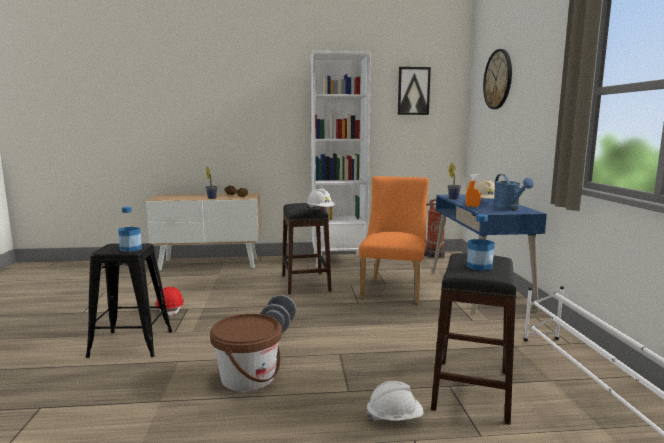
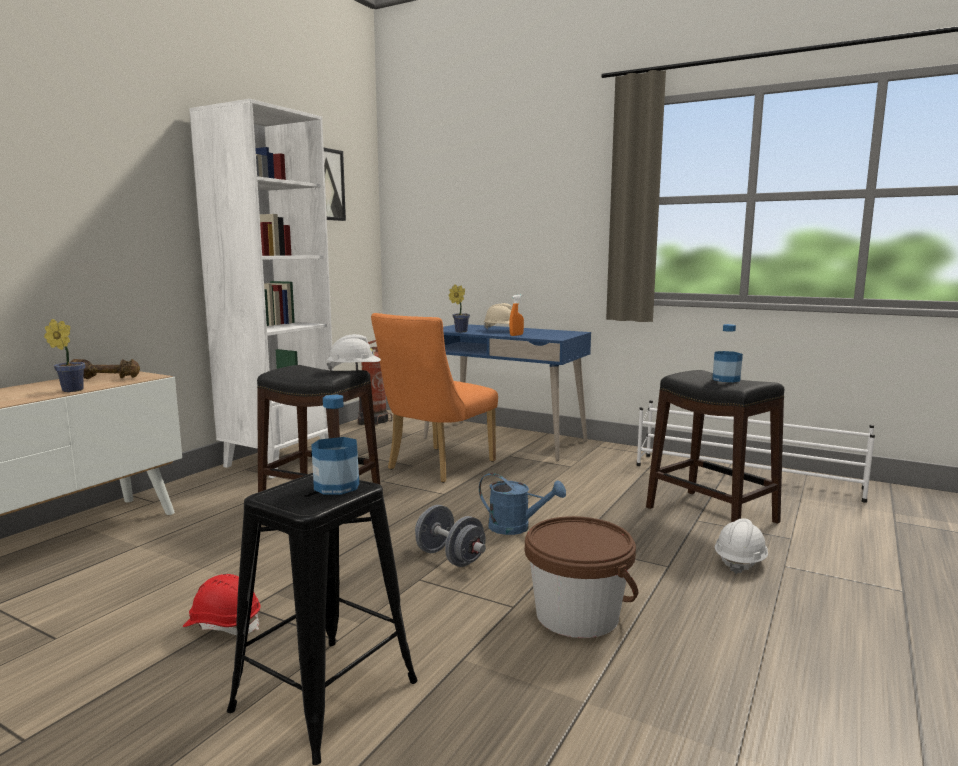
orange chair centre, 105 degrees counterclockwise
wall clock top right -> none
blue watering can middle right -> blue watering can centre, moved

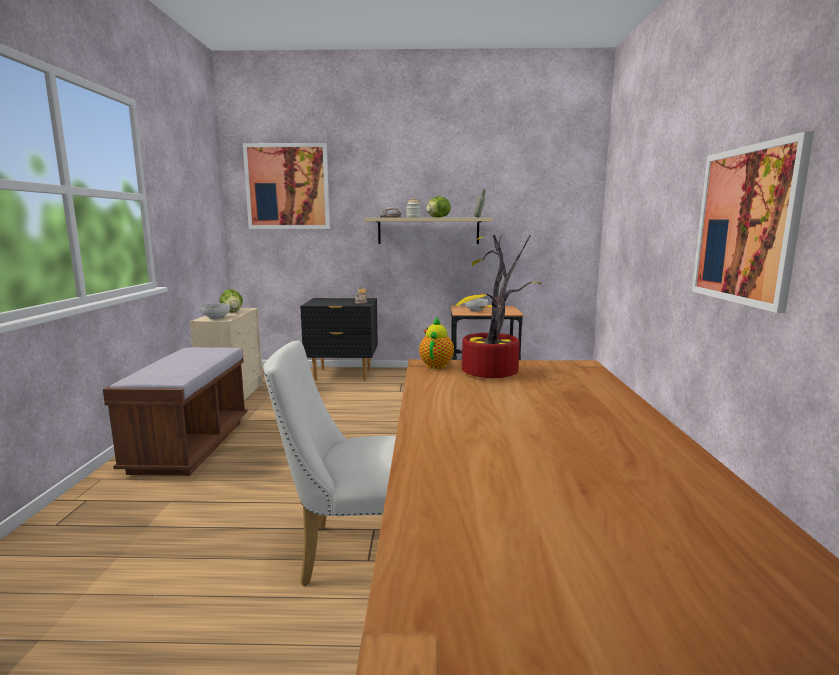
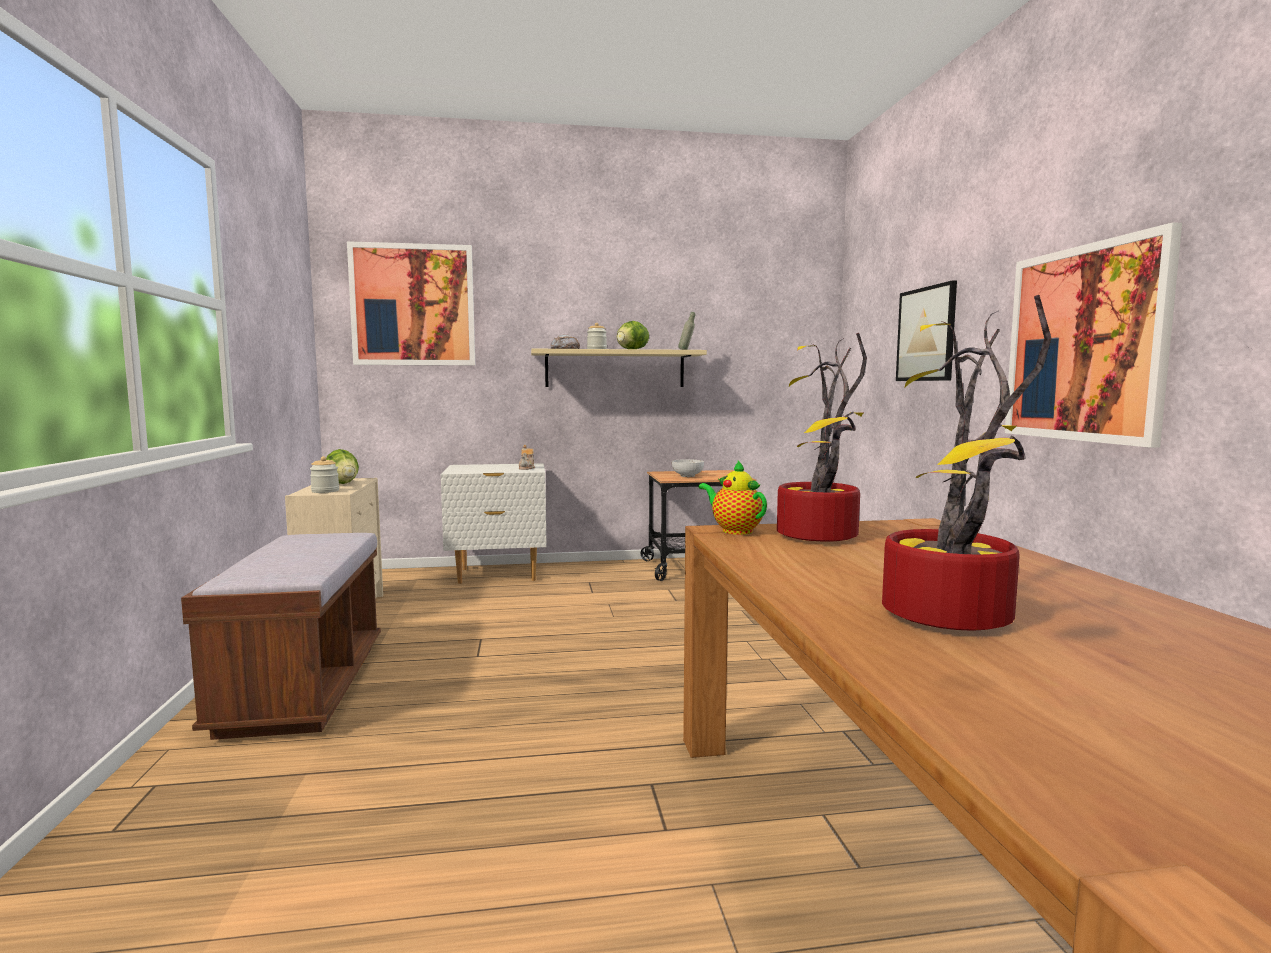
bowl (1st from left) middle left -> jar (1st from left) middle left
white chair bottom centre -> none
black nightstand centre -> white nightstand centre
teapot (2nd from left) centre, 45 degrees counterclockwise
none -> potted plant (2nd from left) middle right
none -> picture (2nd from left) middle right

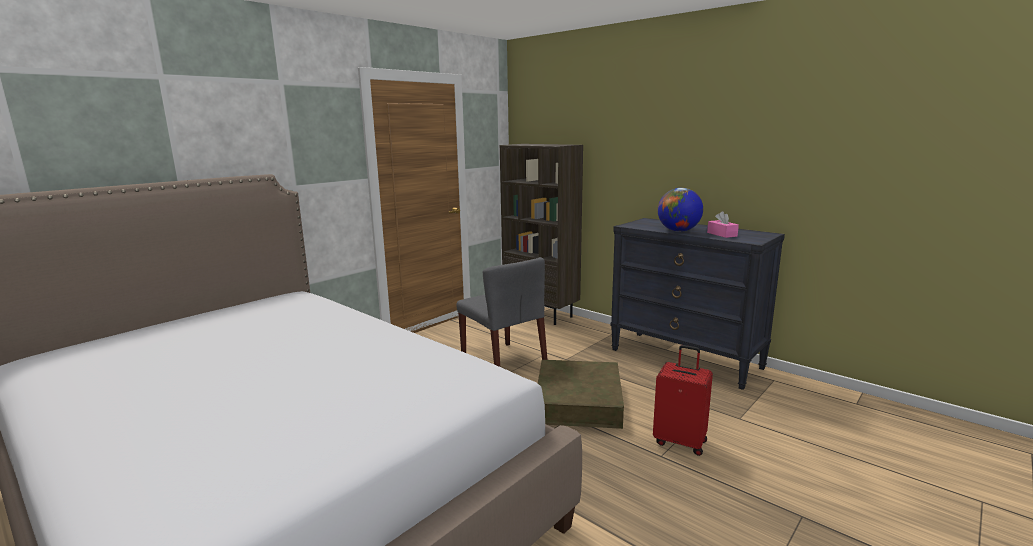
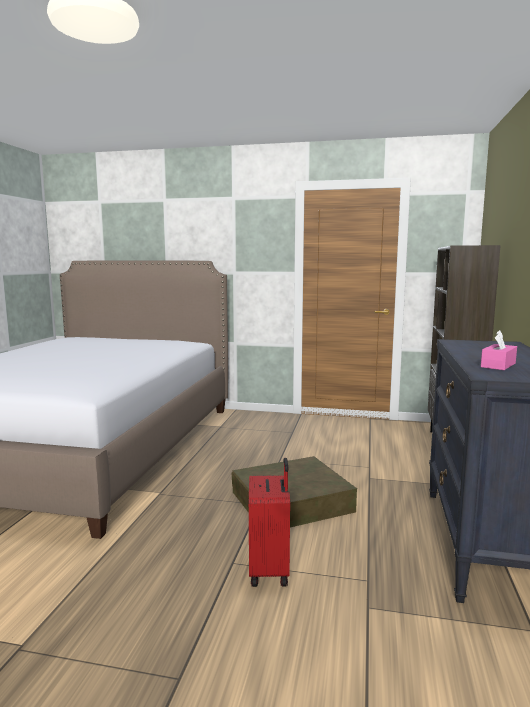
grey chair centre -> none
globe centre -> none

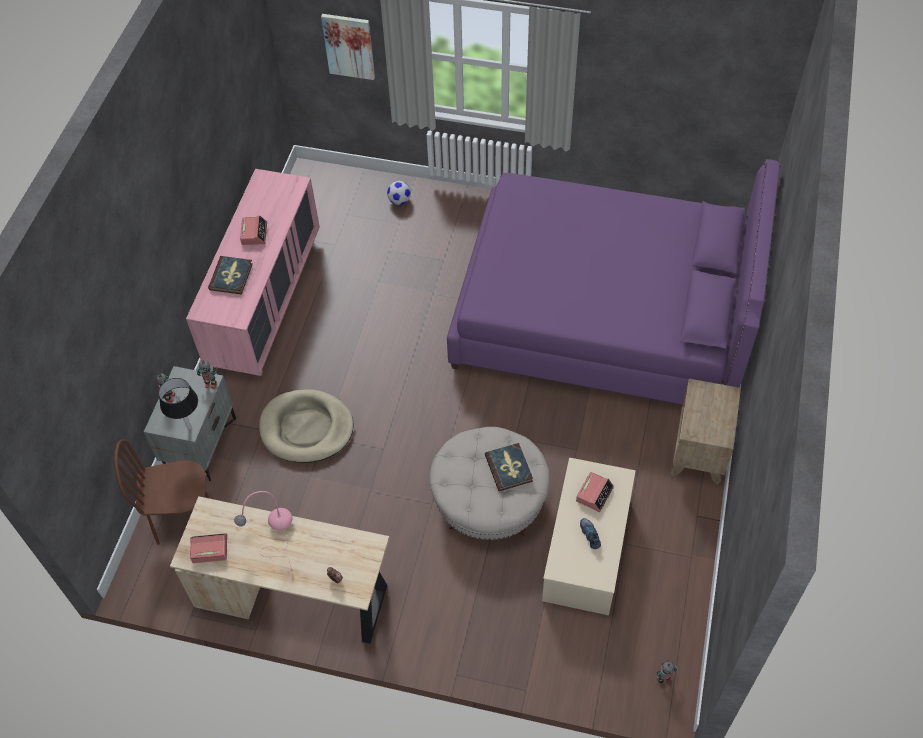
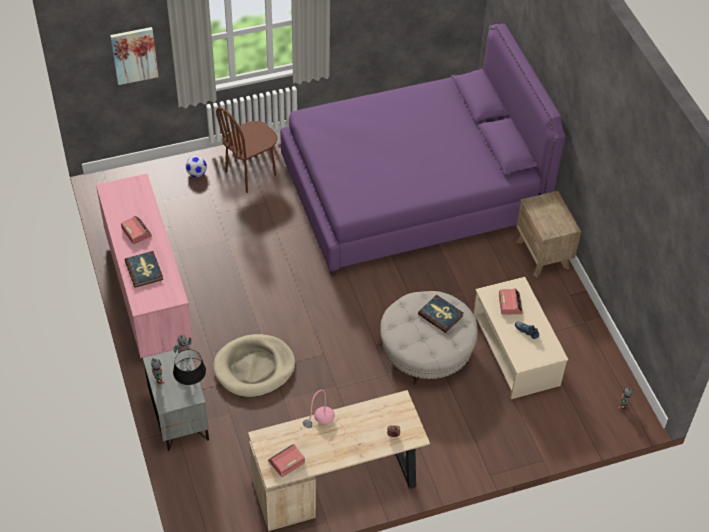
brown chair bottom left -> brown chair top centre, moved

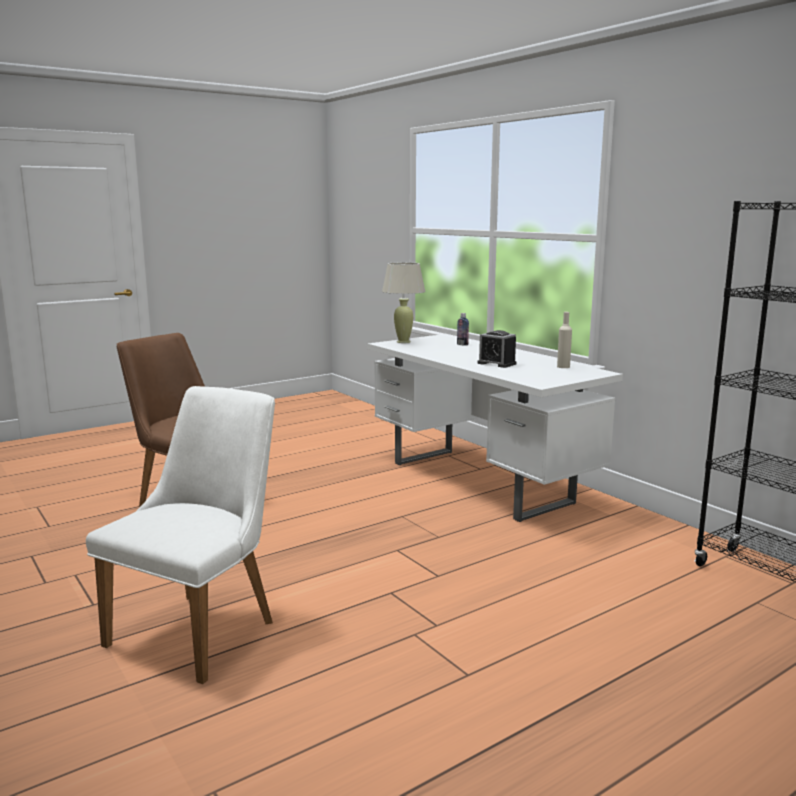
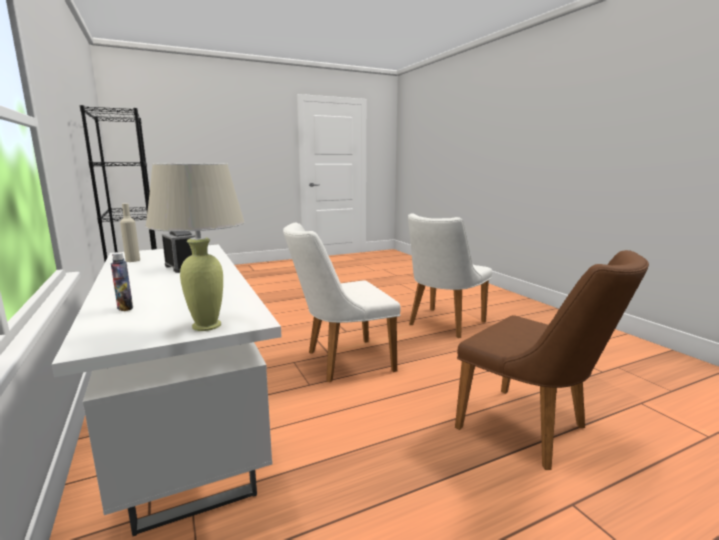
none -> white chair (1st from left) centre

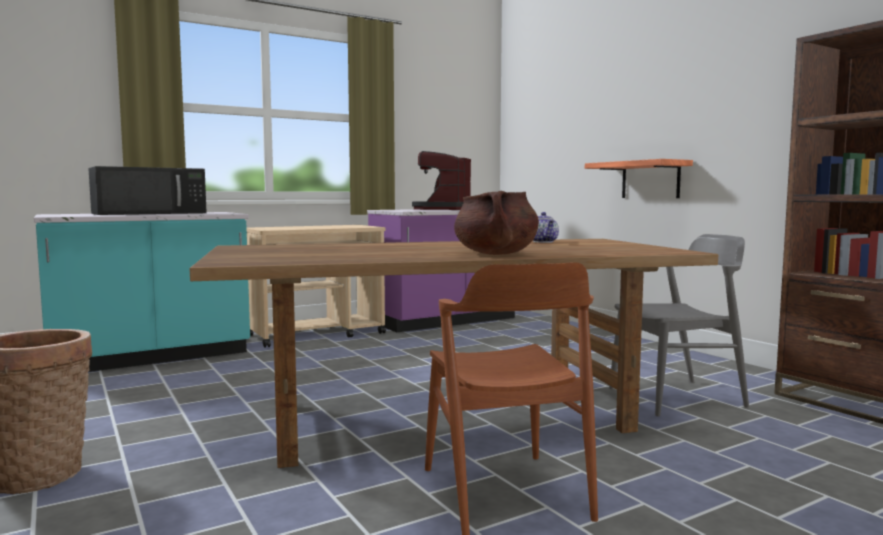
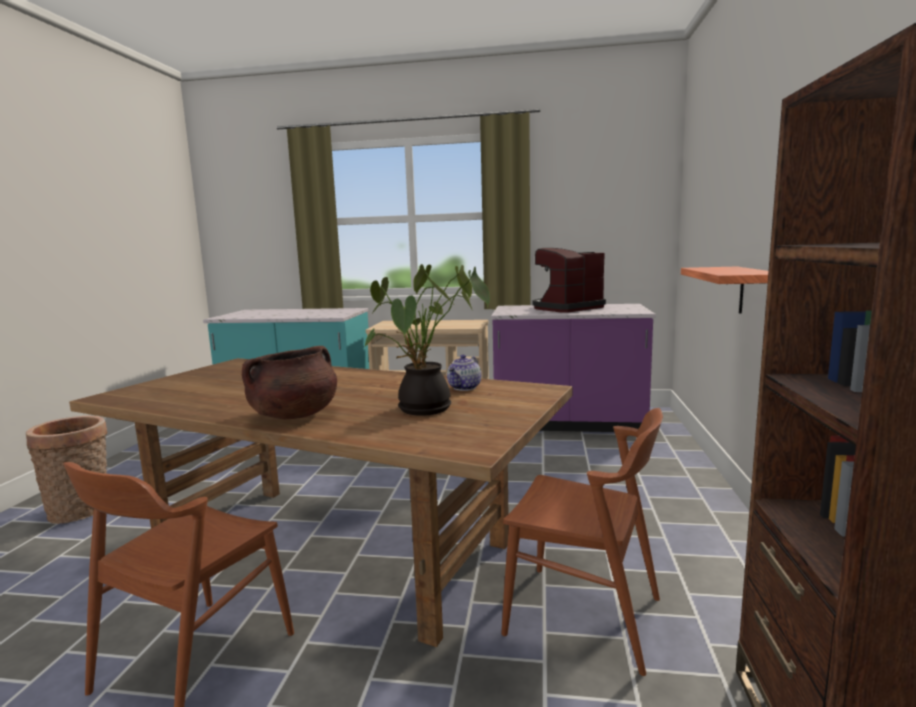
black microwave middle left -> none
grey chair middle right -> brown chair (2nd from left) bottom centre
none -> potted plant centre

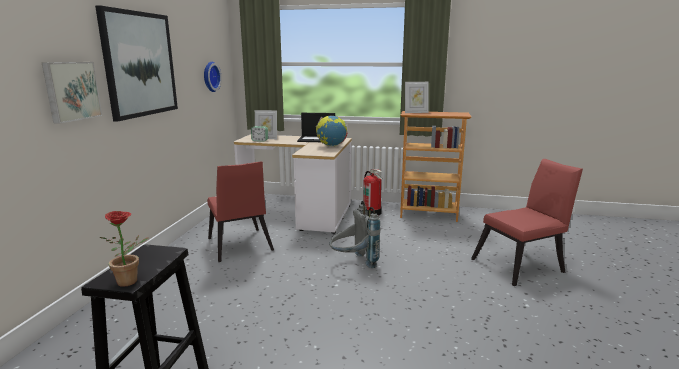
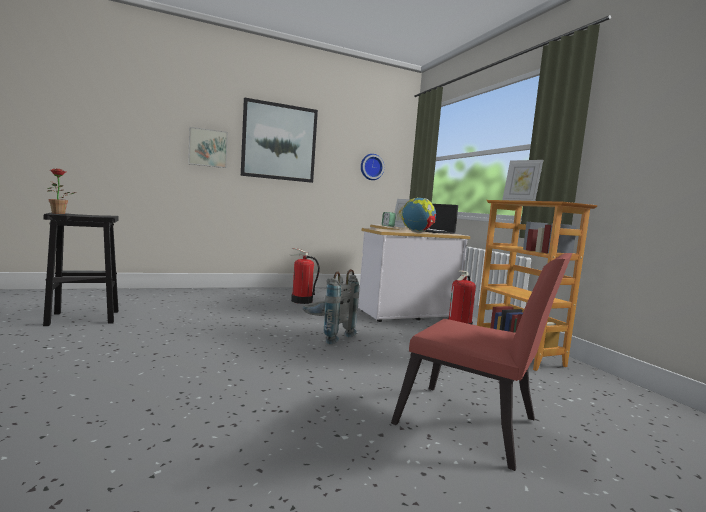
red chair (1st from left) centre -> fire extinguisher (1st from left) centre

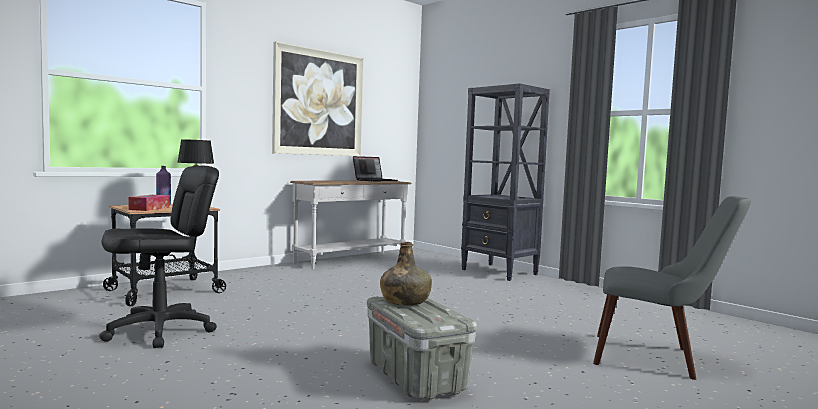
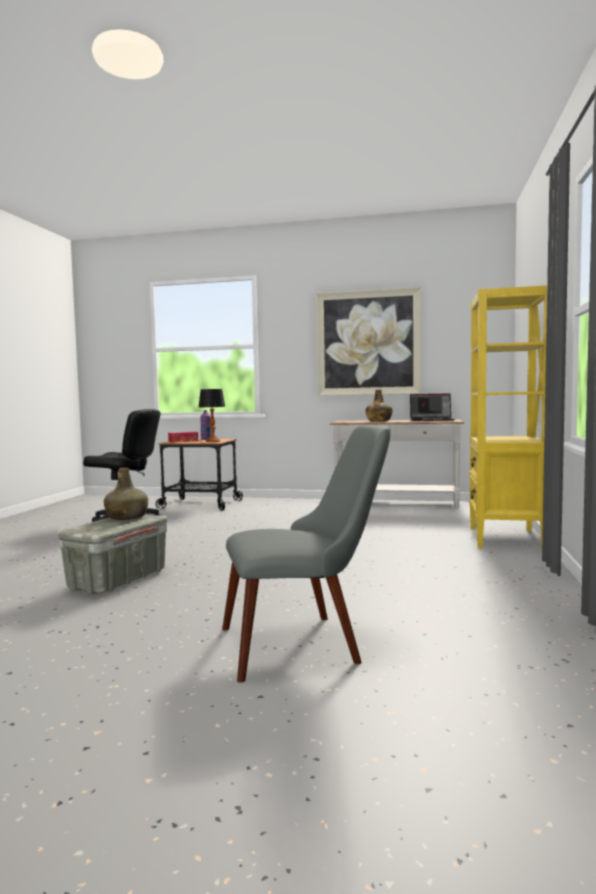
black bookcase centre -> yellow bookcase middle right
grey chair bottom right -> grey chair centre, 90 degrees counterclockwise
none -> green bottle (2nd from left) centre

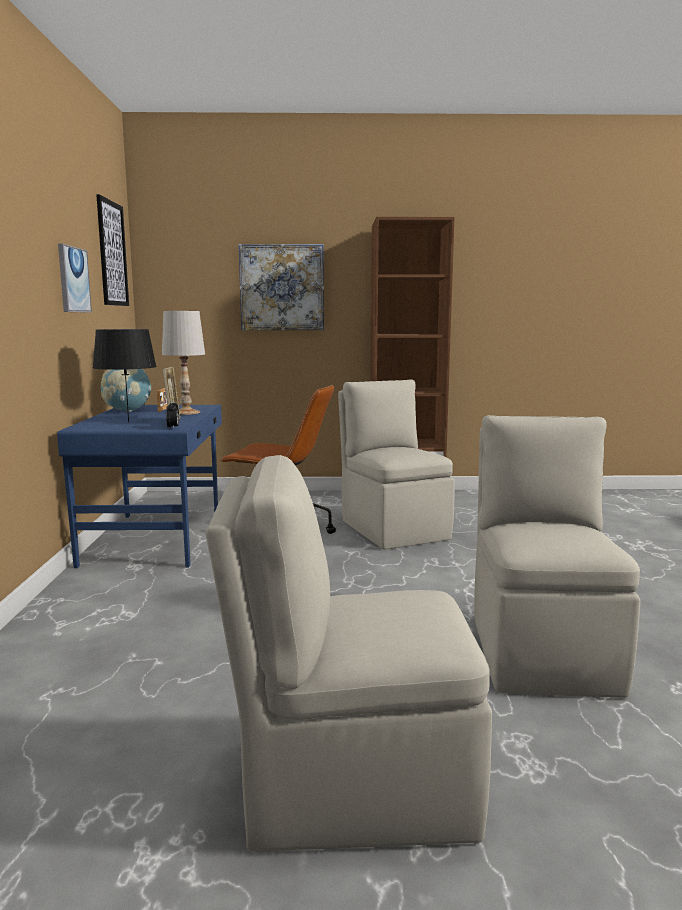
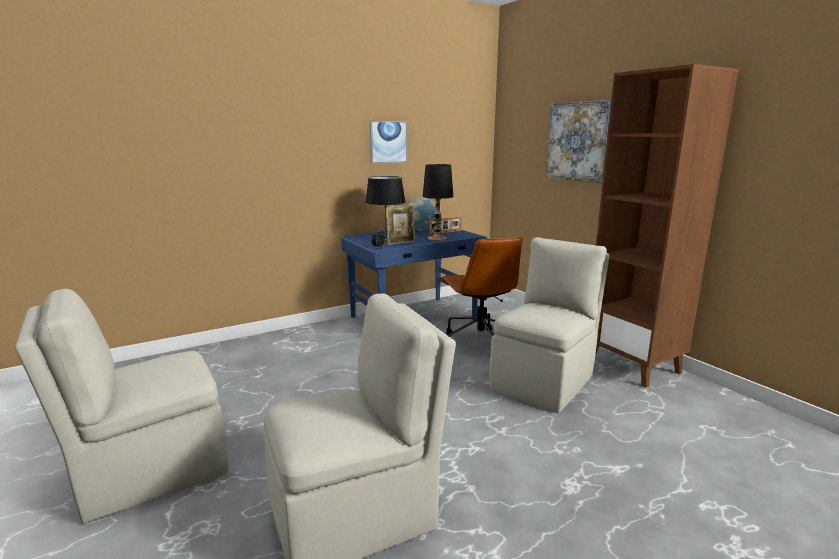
picture (2nd from left) top left -> none
white table lamp middle left -> black table lamp (2nd from left) centre
beige chair (1st from left) bottom centre -> beige chair (1st from left) bottom left, 90 degrees counterclockwise

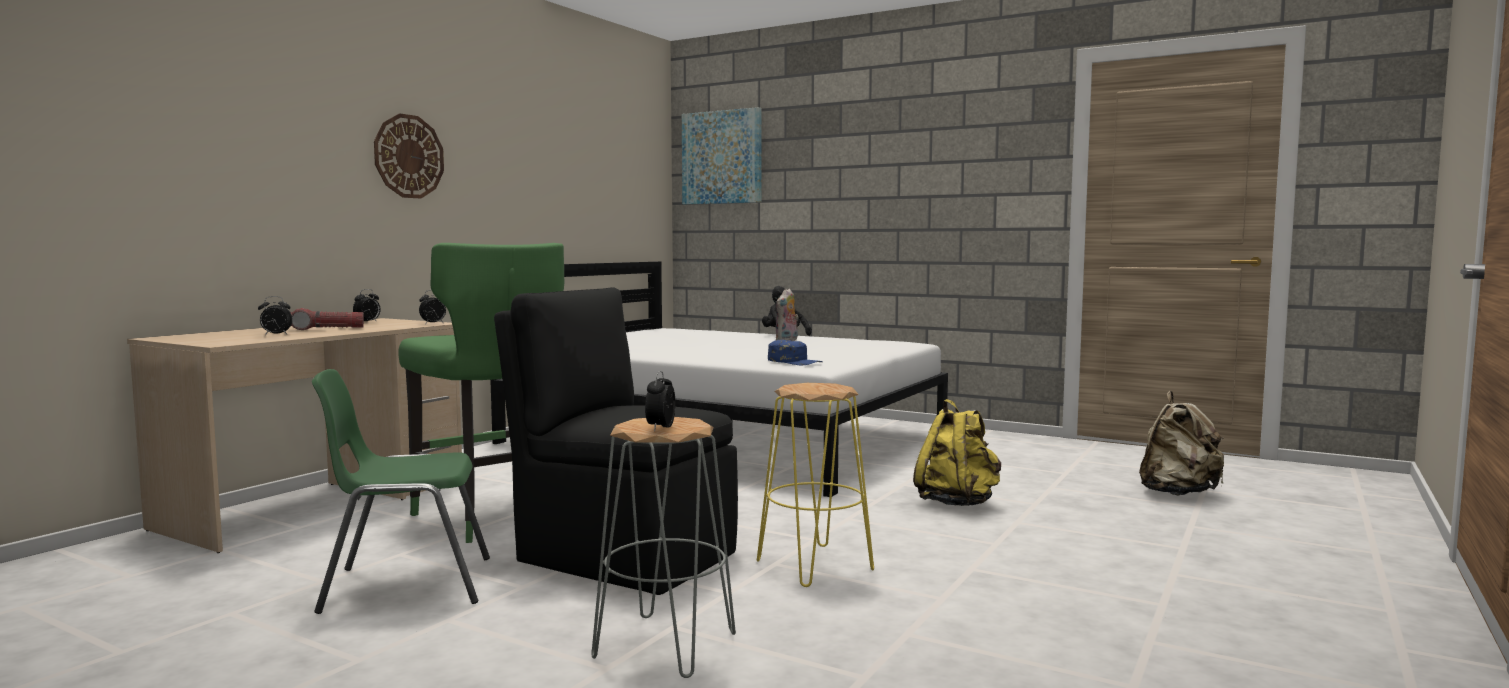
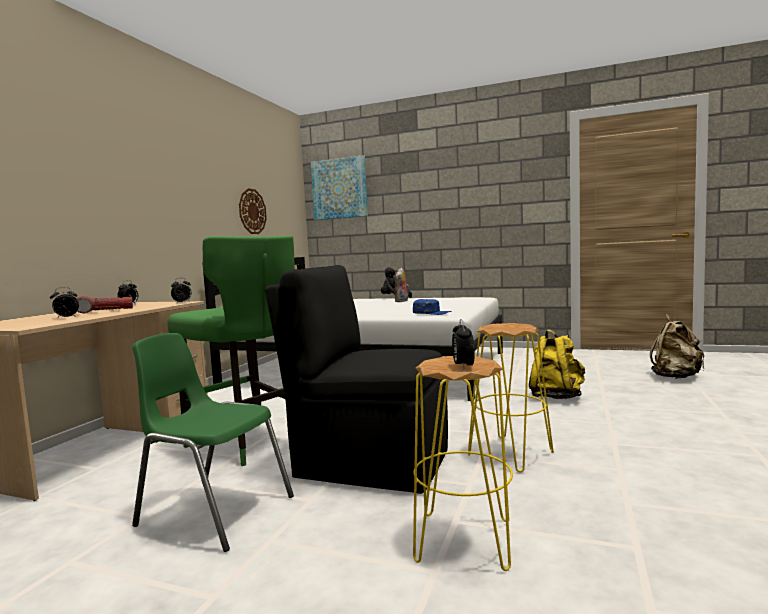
green chair bottom left, 45 degrees clockwise
wall clock top left -> wall clock middle left, moved
grey stool bottom centre -> yellow stool (1st from left) bottom centre

